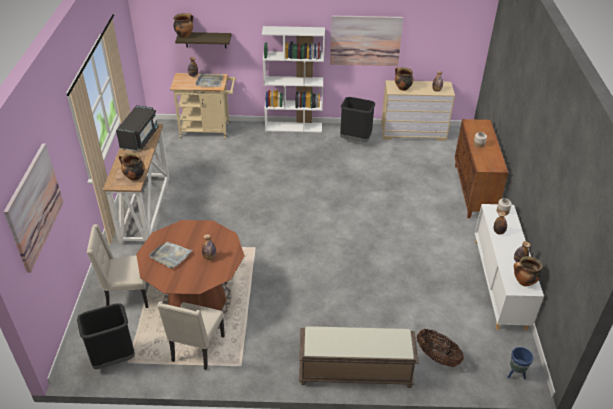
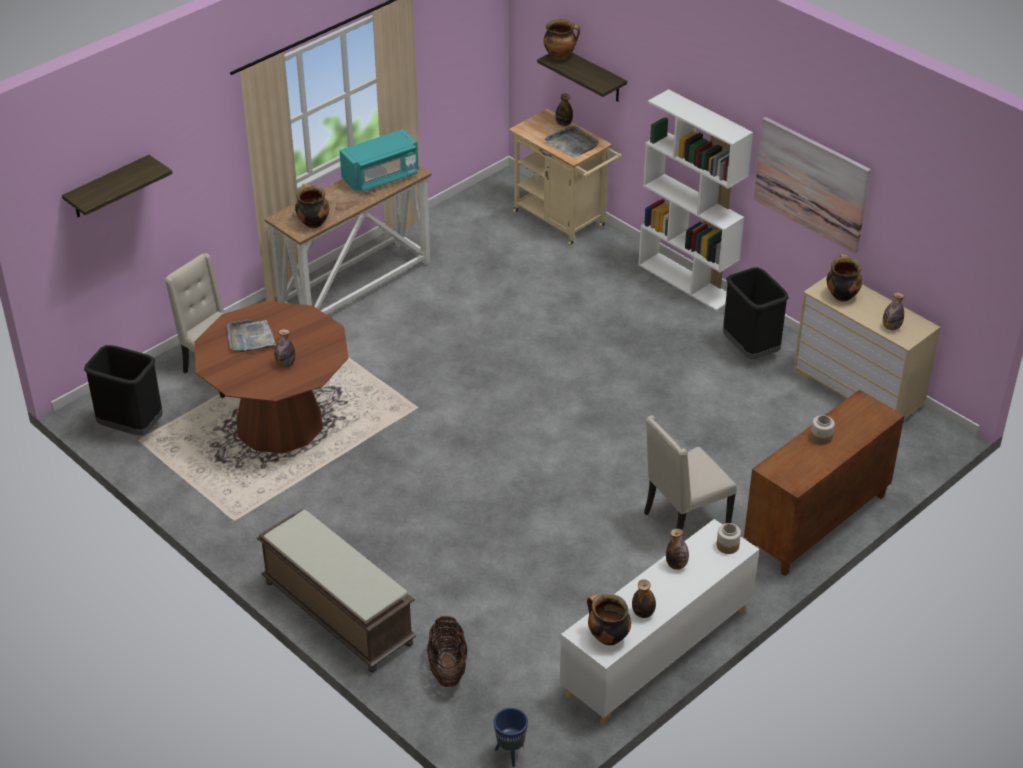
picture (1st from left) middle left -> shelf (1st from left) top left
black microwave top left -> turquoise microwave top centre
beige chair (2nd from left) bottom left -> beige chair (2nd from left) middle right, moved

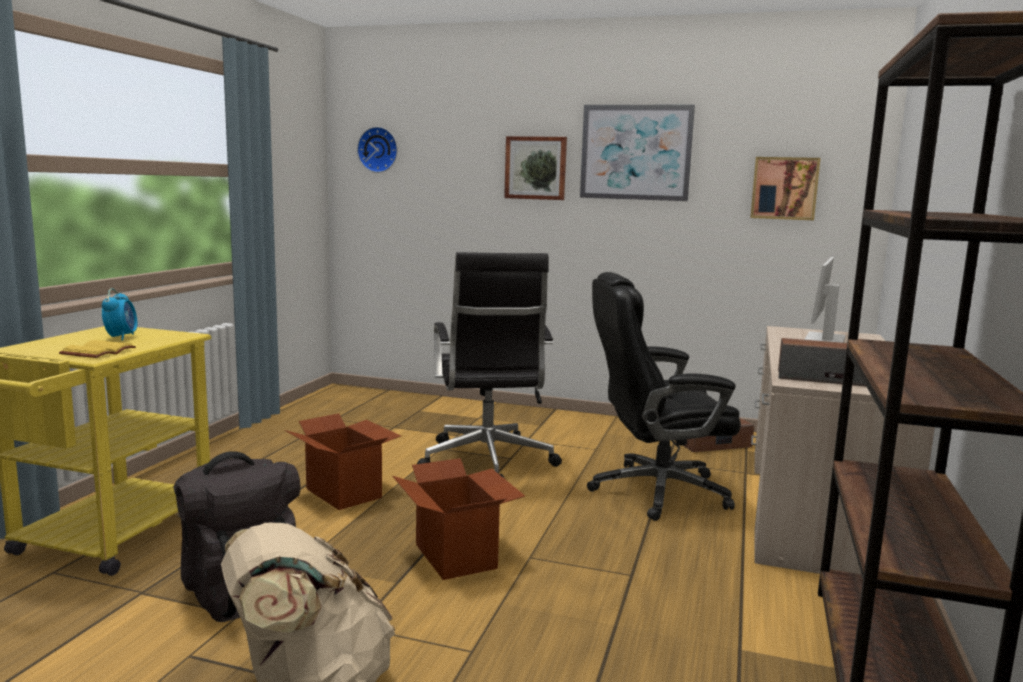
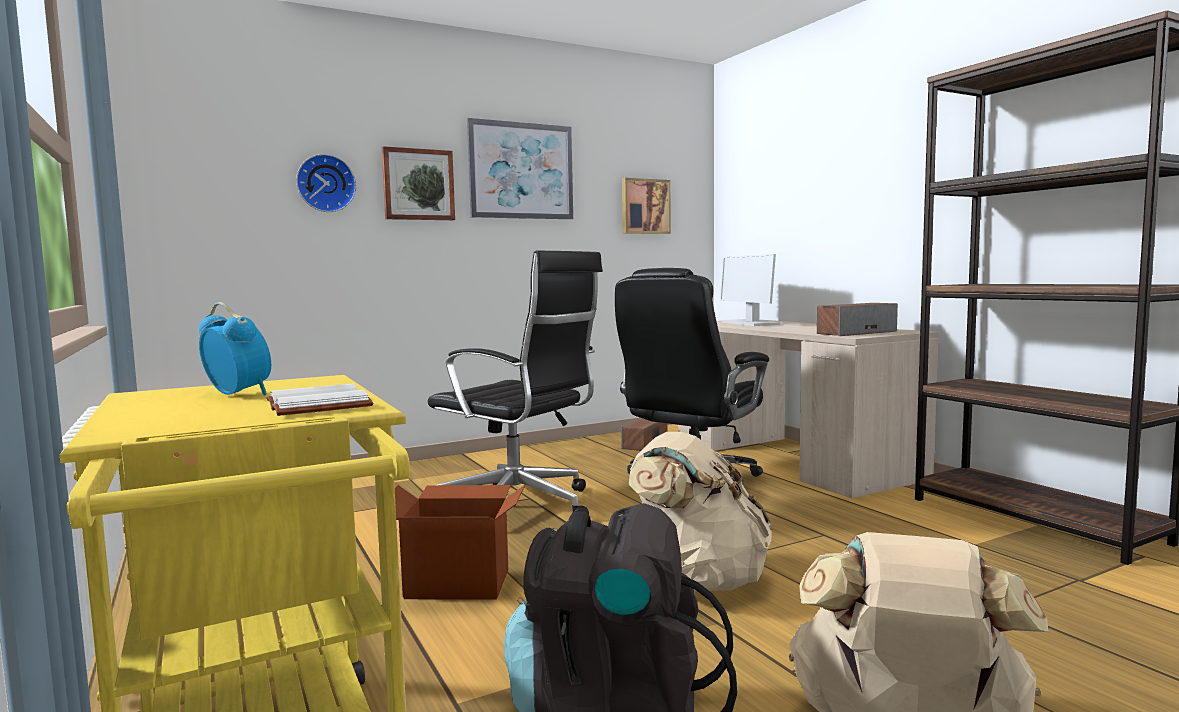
yellow book middle left -> white book middle left
wall clock top centre -> wall clock top left, moved
cardboard box (2nd from left) bottom centre -> beige backpack (1st from left) bottom centre

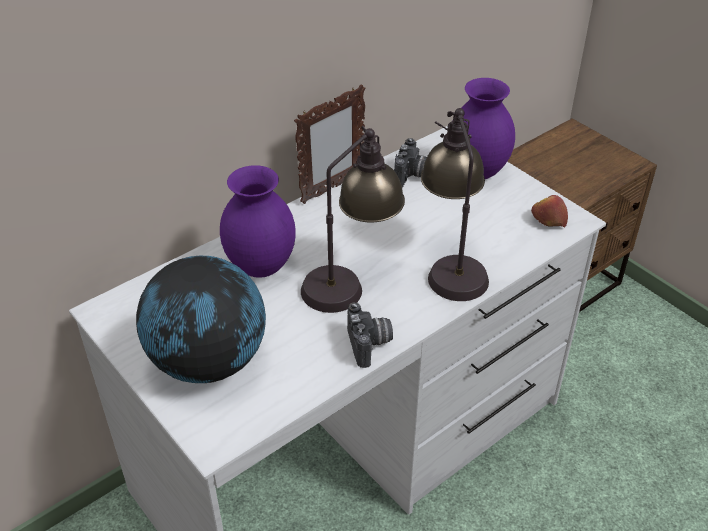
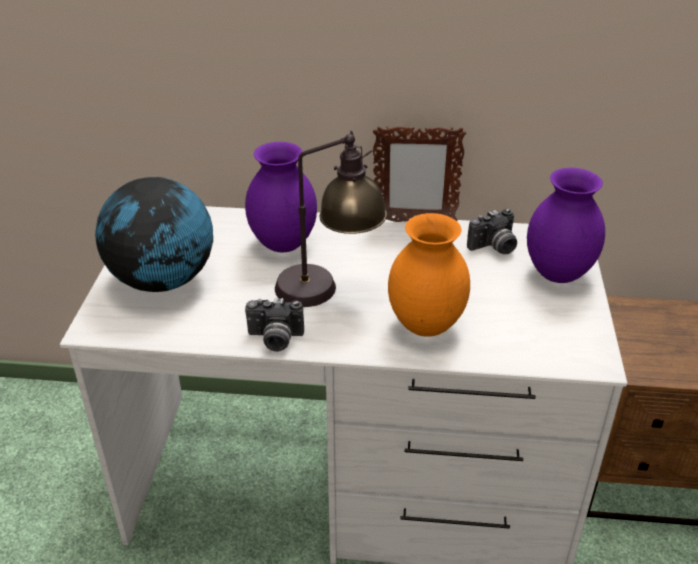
photo camera (1st from left) centre, 60 degrees clockwise
table lamp (2nd from left) centre -> orange vase centre
apple middle right -> none

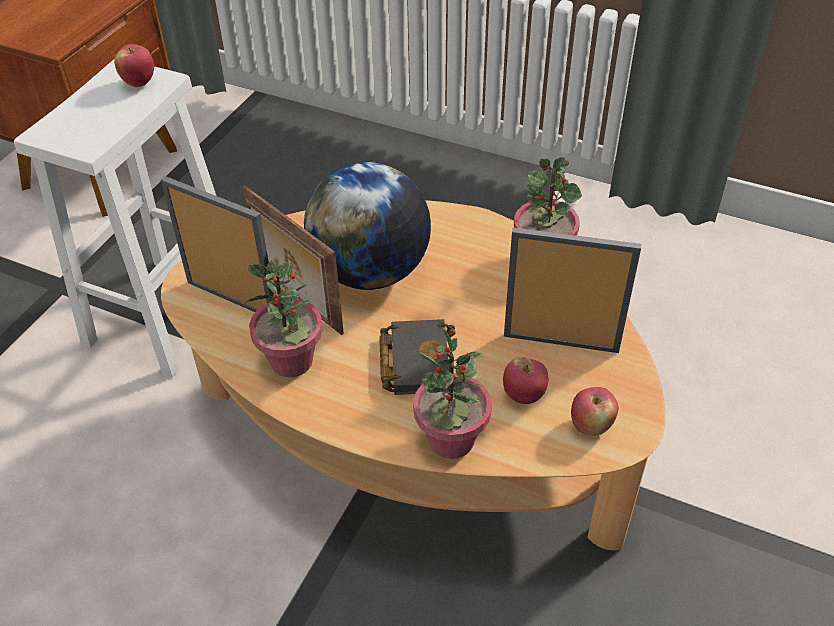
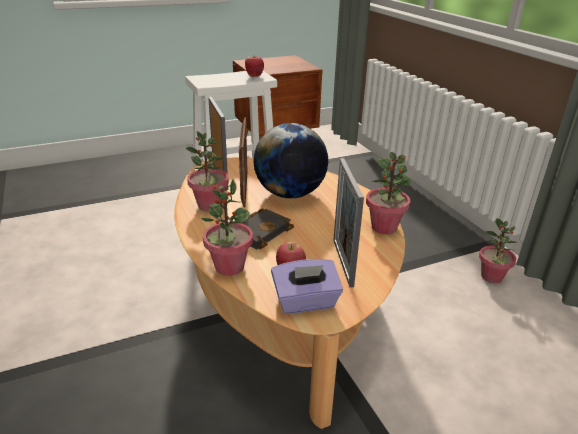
picture frame (3rd from left) middle right -> picture frame (3rd from left) centre, 150 degrees counterclockwise
apple (3rd from left) middle right -> purple tissue box centre
none -> potted plant (4th from left) middle right

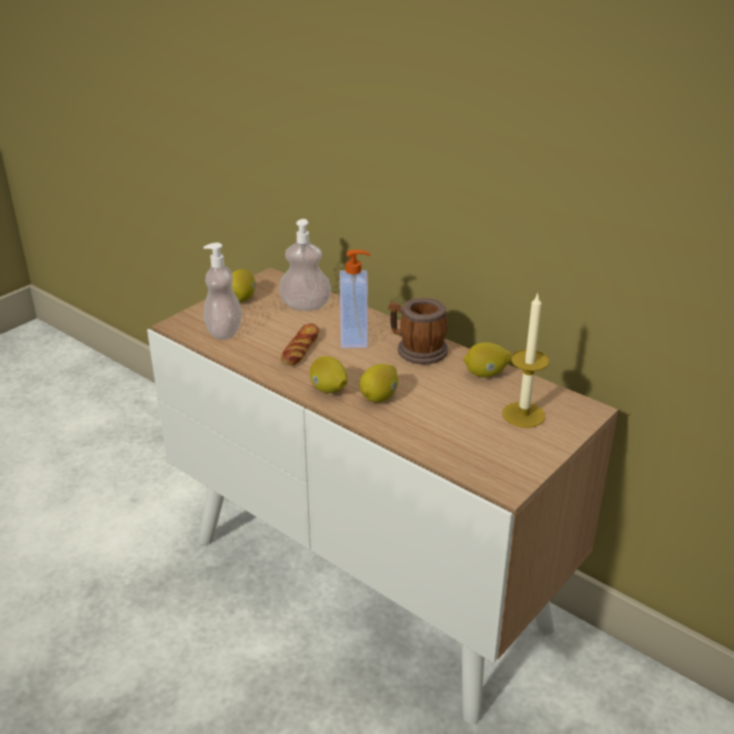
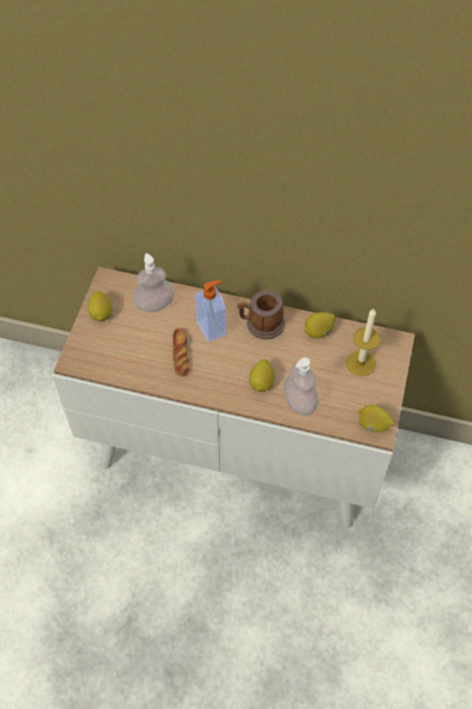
soap dispenser (1st from left in the first image) middle left -> soap dispenser (3rd from left) centre, moved
lemon (2nd from left in the first image) centre -> lemon (4th from left) middle right, moved

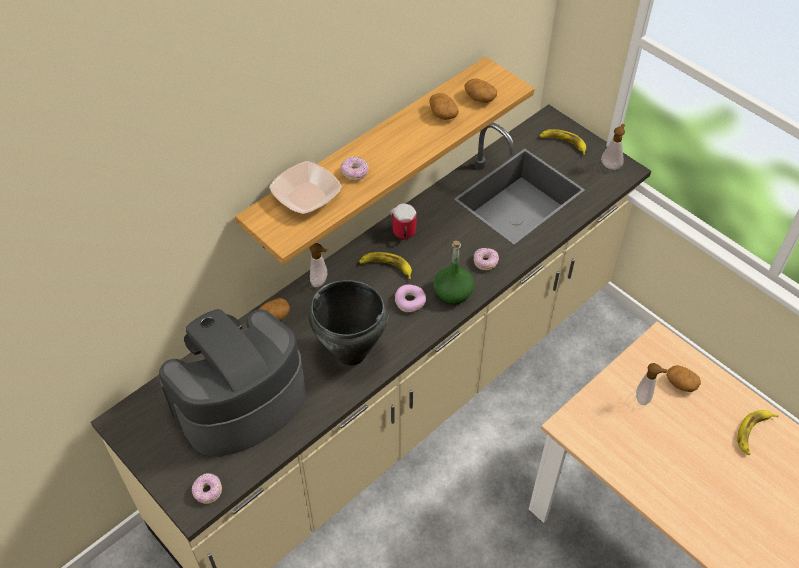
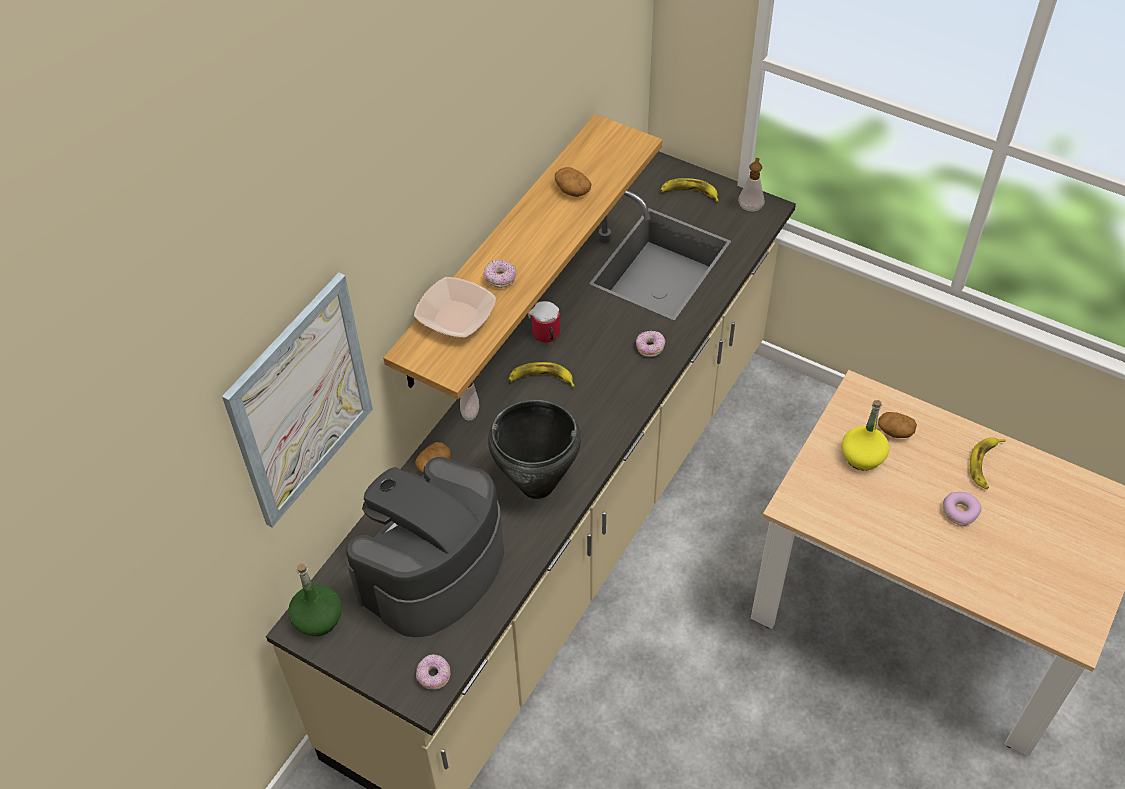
donut (3rd from left in the first image) centre -> donut (4th from left) middle right, moved
green bottle centre -> green bottle bottom left, moved
potato (3rd from left) top centre -> none
soap dispenser (3rd from left) bottom right -> yellow bottle middle right
none -> picture middle left

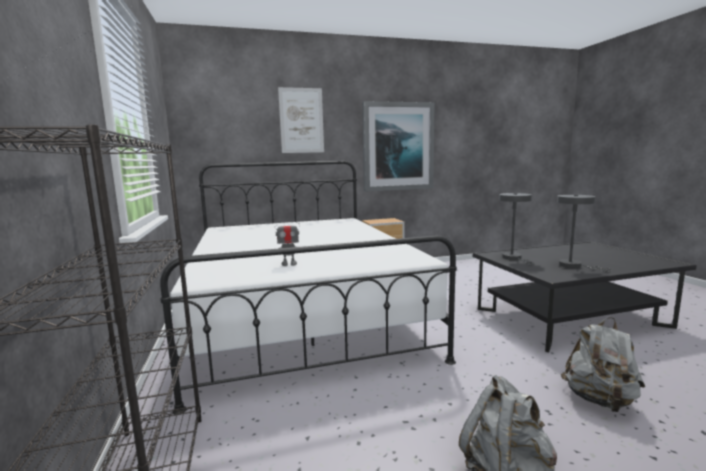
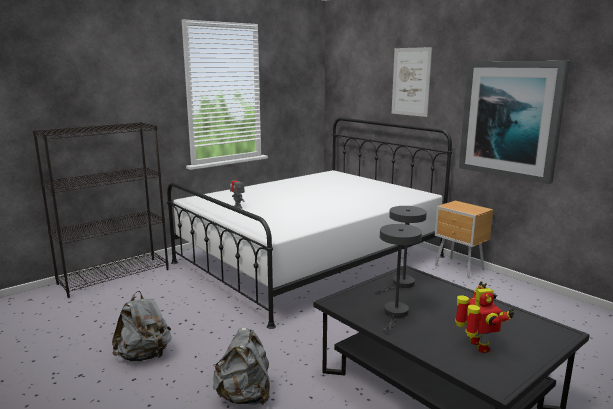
none -> toy robot (2nd from left) bottom right

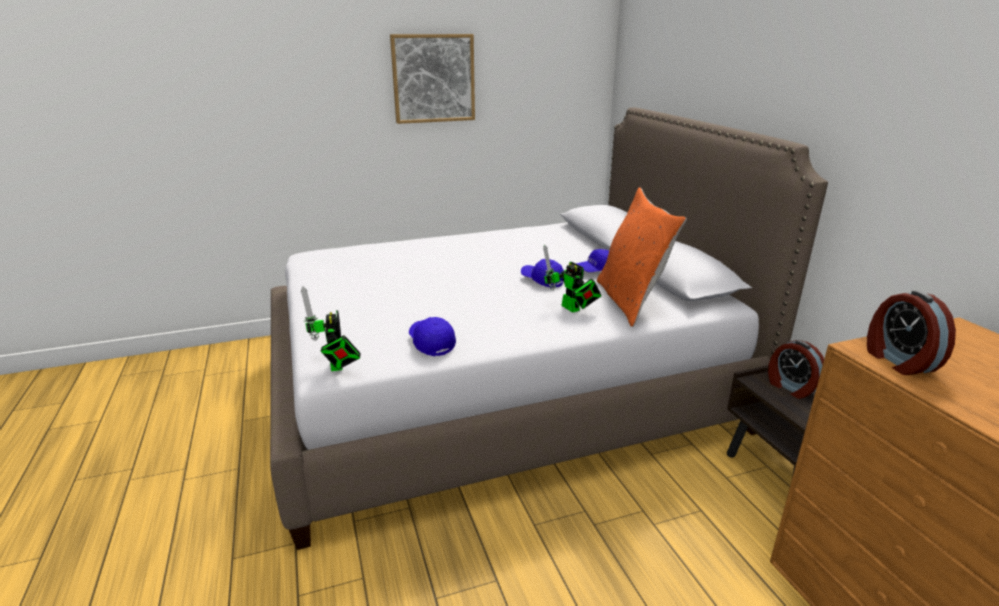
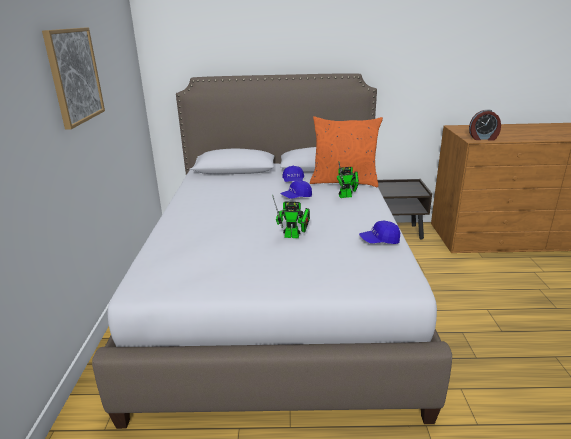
toy robot (1st from left) middle left -> toy robot (1st from left) centre, moved
alarm clock (1st from left) middle right -> none

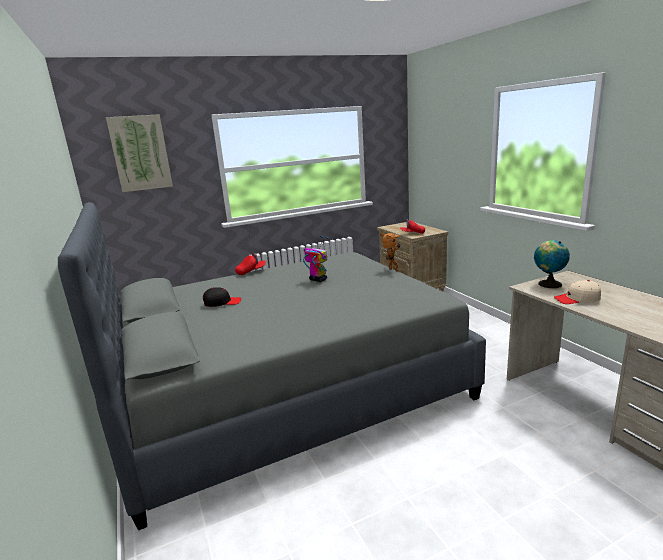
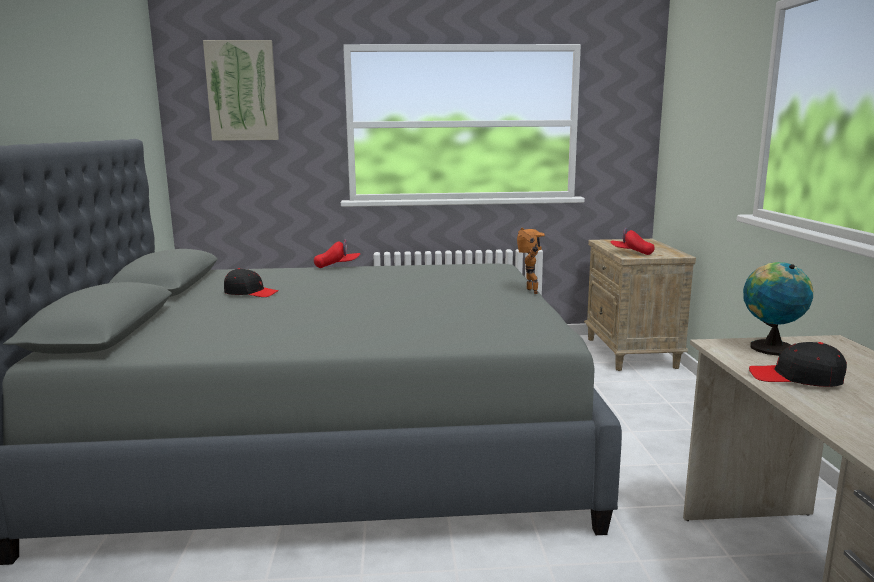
toy robot (1st from left) centre -> none
beige cap middle right -> black cap (2nd from left) middle right

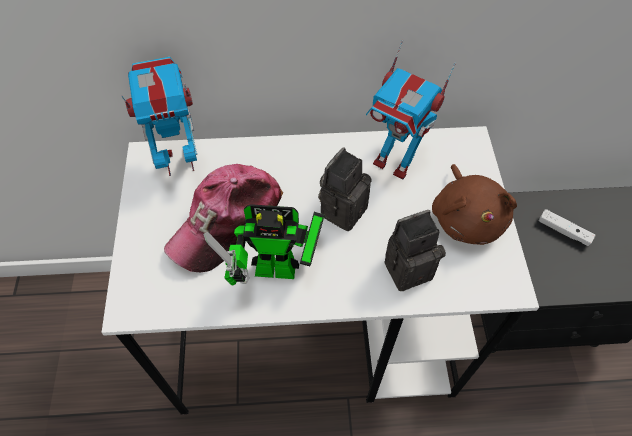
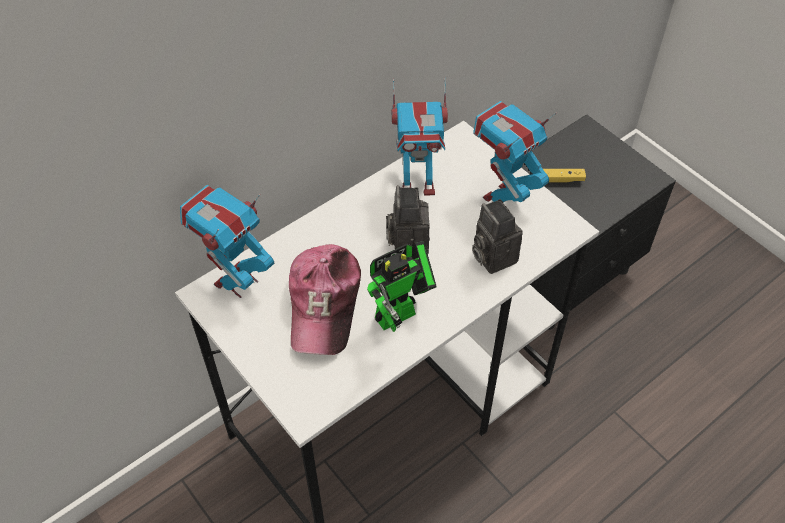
photo camera (2nd from left) centre, 60 degrees counterclockwise
brown plush toy middle right -> toy robot (4th from left) top centre
white game controller middle right -> yellow game controller middle right

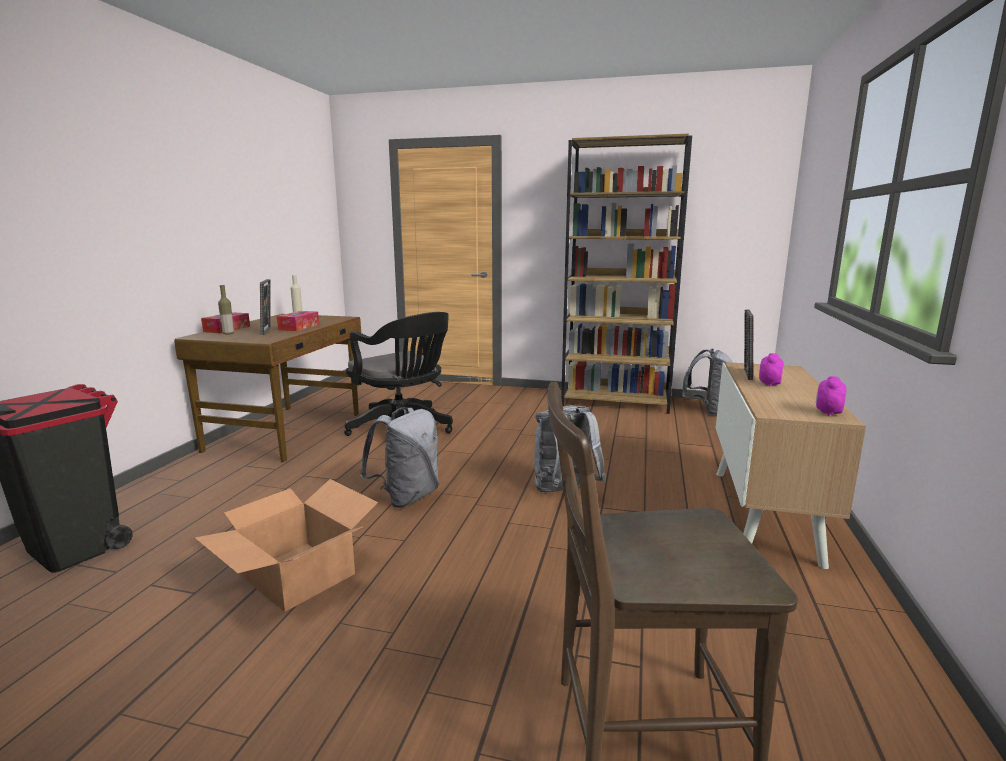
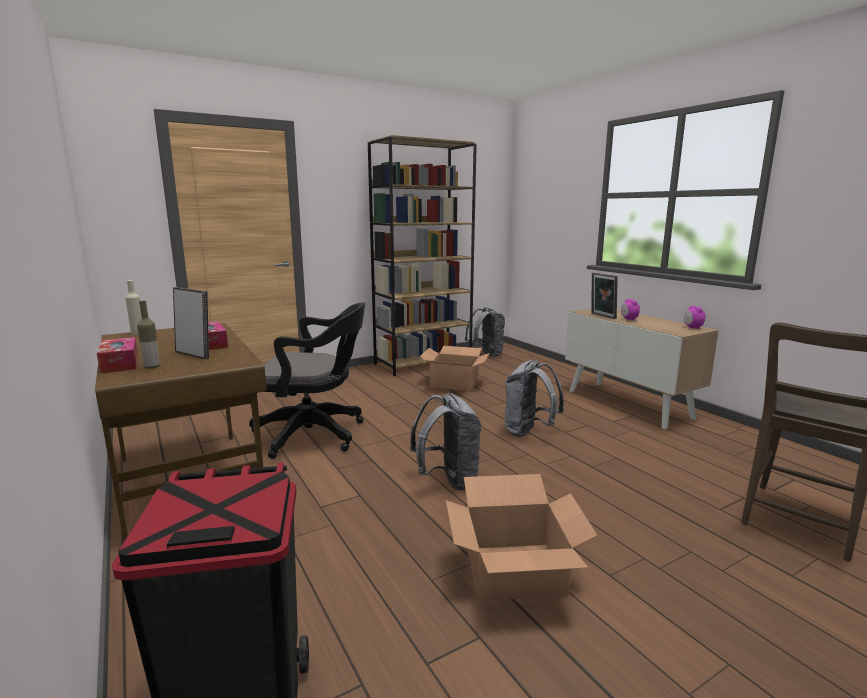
none -> cardboard box (1st from left) centre

